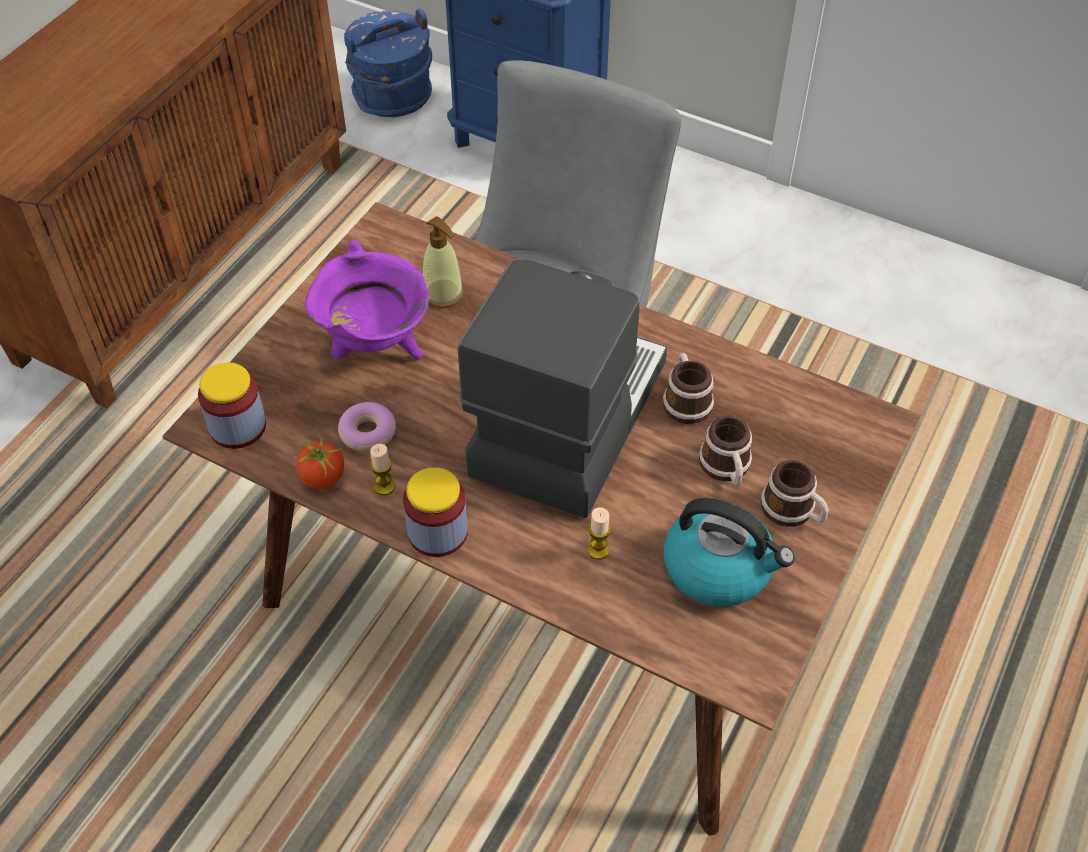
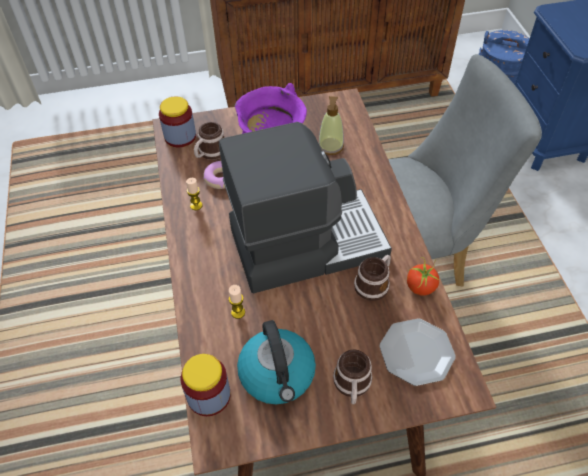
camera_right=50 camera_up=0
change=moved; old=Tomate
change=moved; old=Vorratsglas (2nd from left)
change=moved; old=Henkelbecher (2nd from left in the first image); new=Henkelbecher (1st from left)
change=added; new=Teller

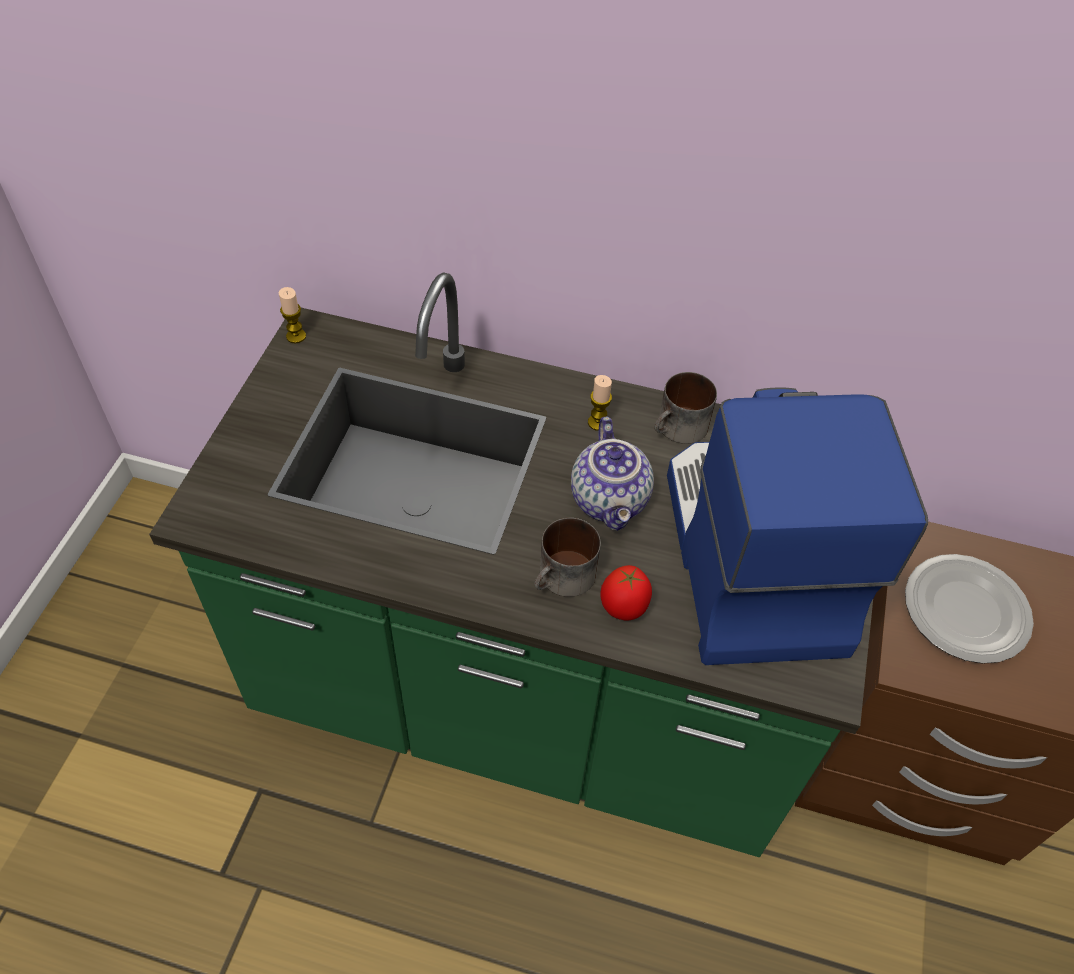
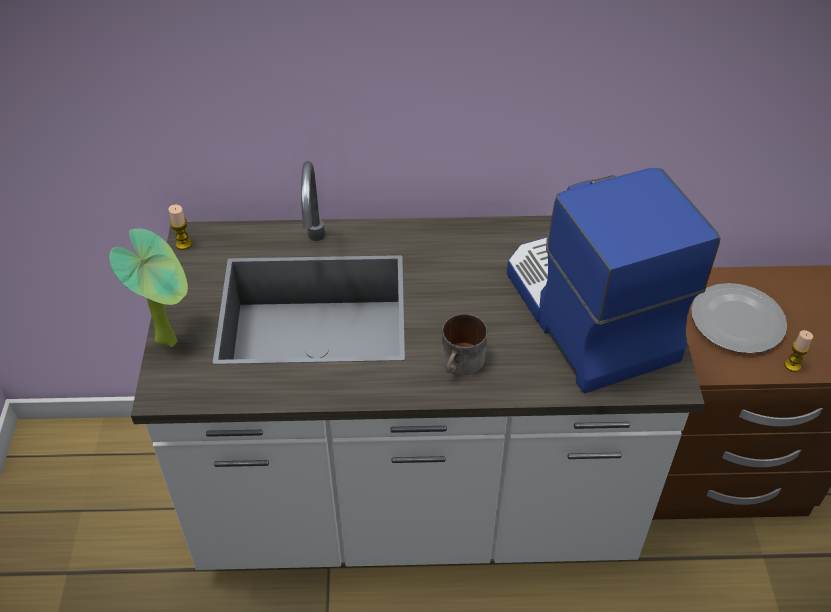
camera_right=-15 camera_up=-5
change=recoloured; old=Küchenzeile [grün]; new=Küchenzeile [weiß]
change=removed; old=Teekanne
change=moved; old=Kerze (2nd from left)
change=removed; old=Tomate
change=removed; old=Henkelbecher (2nd from left)
change=added; new=Topfpflanze

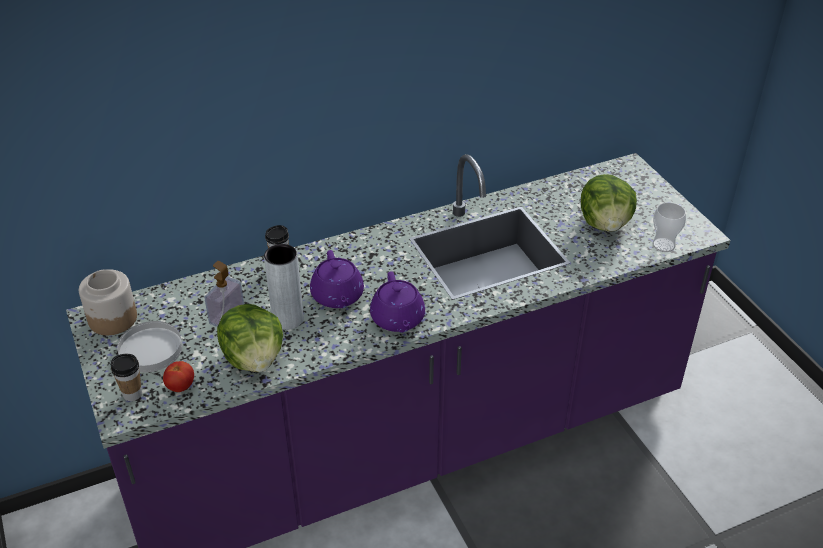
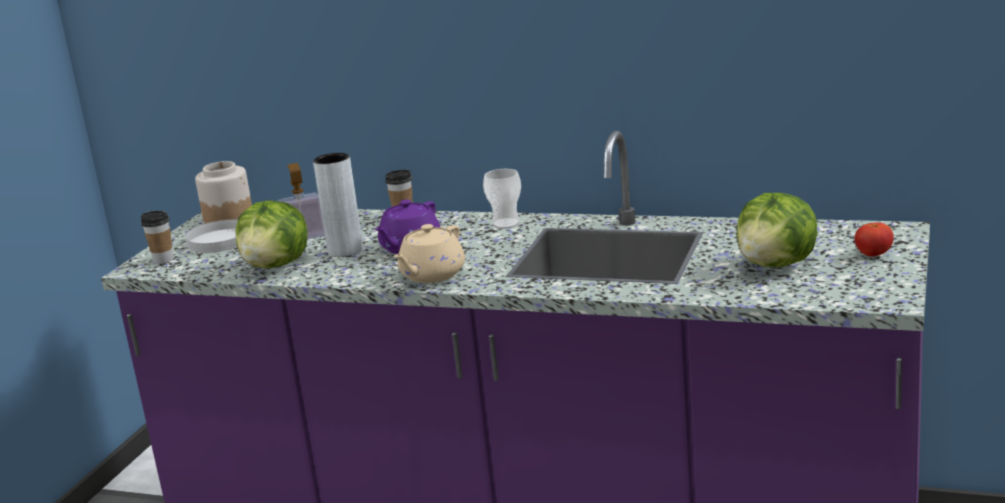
camera_right=45 camera_up=-20
change=moved; old=Tomate
change=recoloured; old=Teekanne [lila] (2nd from left); new=Teekanne [beige]
change=moved; old=Tasse (3rd from left)

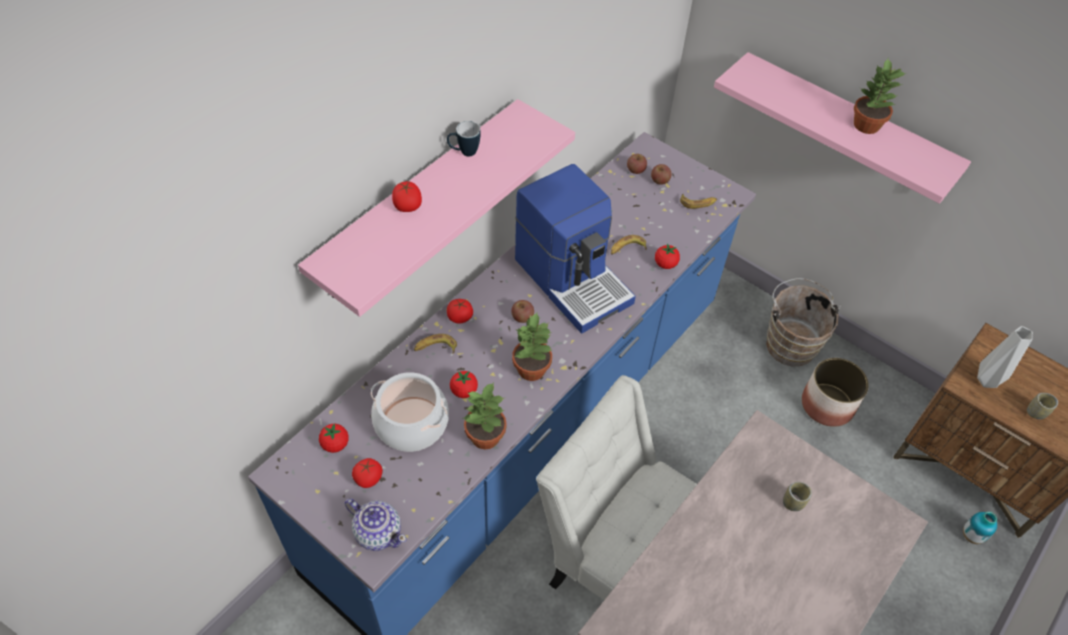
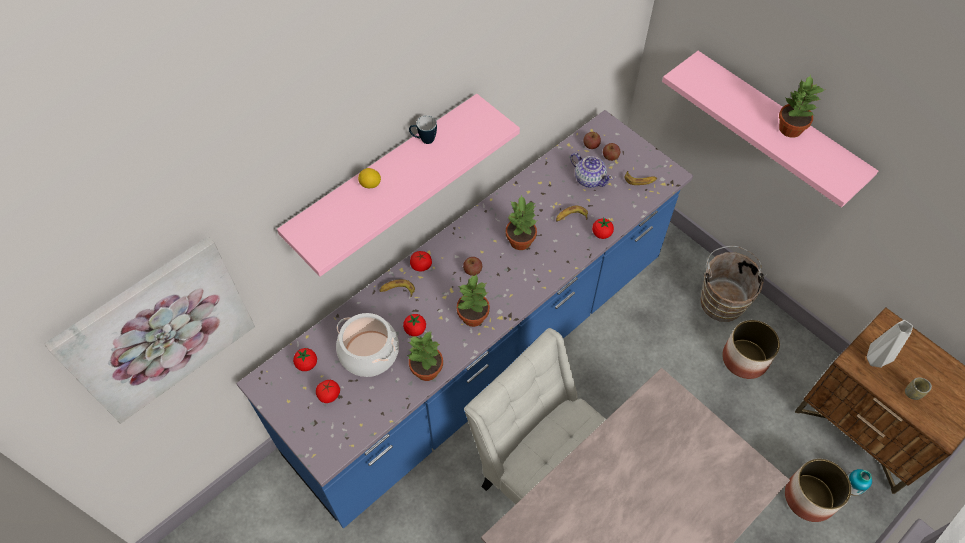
camera_right=10 camera_up=5
change=moved; old=Teekanne
change=replaced; old=Tomate (3rd from left); new=Zitrone
change=replaced; old=Kaffeemaschine; new=Topfpflanze (3rd from left)
change=removed; old=Tasse (1st from left)
change=added; new=Bild
change=added; new=Pflanzkübel (2nd from left)

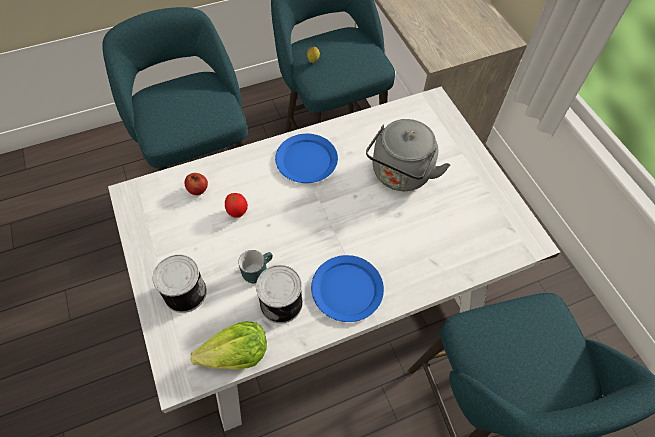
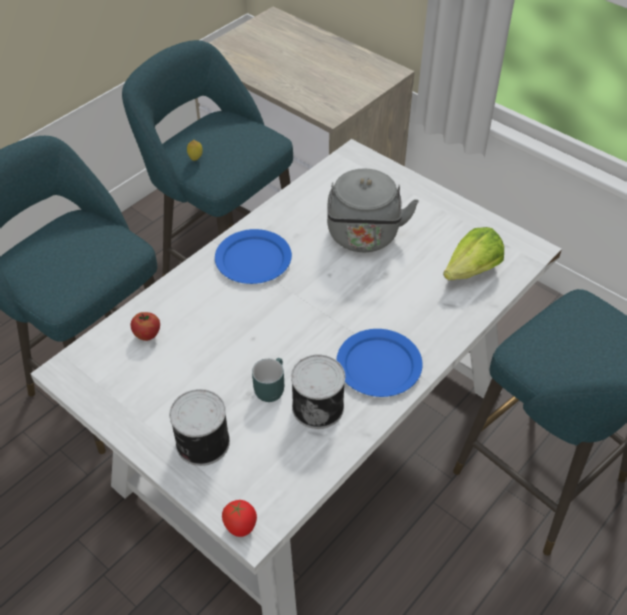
camera_right=-25 camera_up=-10
change=moved; old=Salatkopf
change=moved; old=Tomate

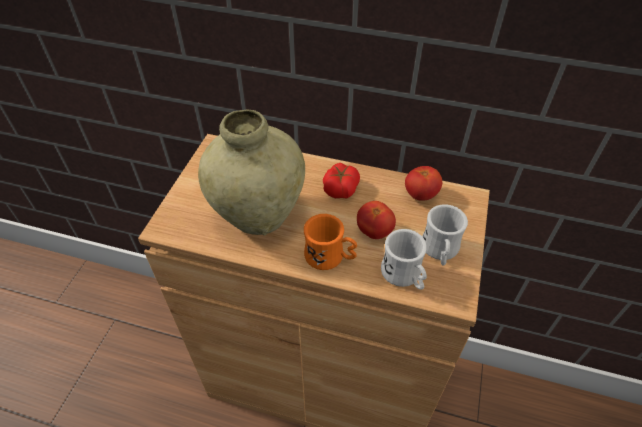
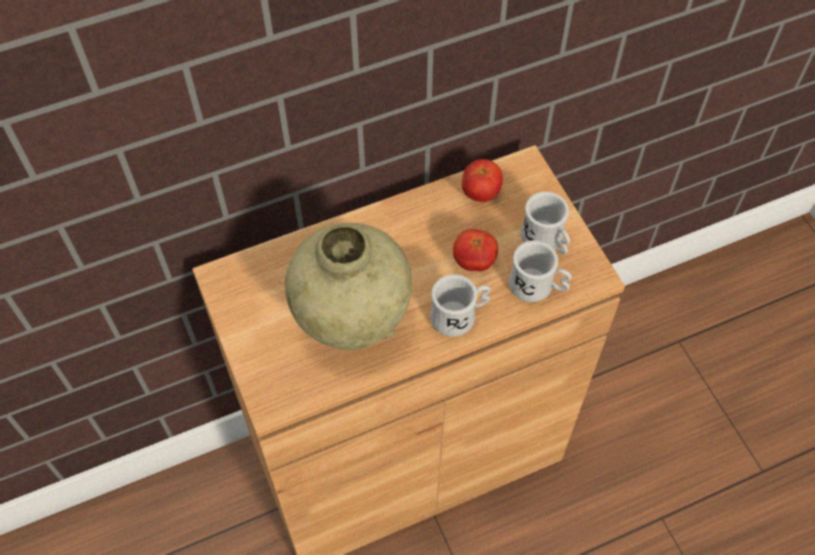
camera_right=-40 camera_up=10
change=recoloured; old=Henkelbecher [orange]; new=Henkelbecher [weiß] (1st from left)
change=removed; old=Tomate (1st from left)

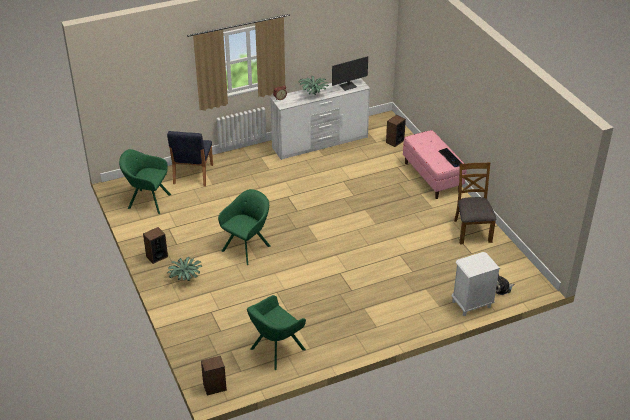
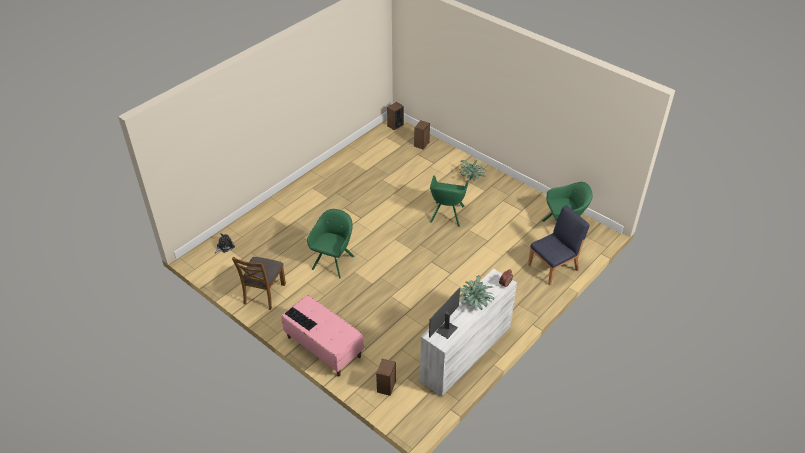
camera_right=155 camera_up=5
change=moved; old=Lautsprecher (1st from left in the first image); new=Lautsprecher (3rd from left)
change=turned; old=Stuhl [blau]; degrees=75
change=moved; old=Sessel [grün] (3rd from left in the first image); new=Sessel [grün] (1st from left)
change=removed; old=Nachttisch [weiß]
change=turned; old=Stuhl [braun]; degrees=45

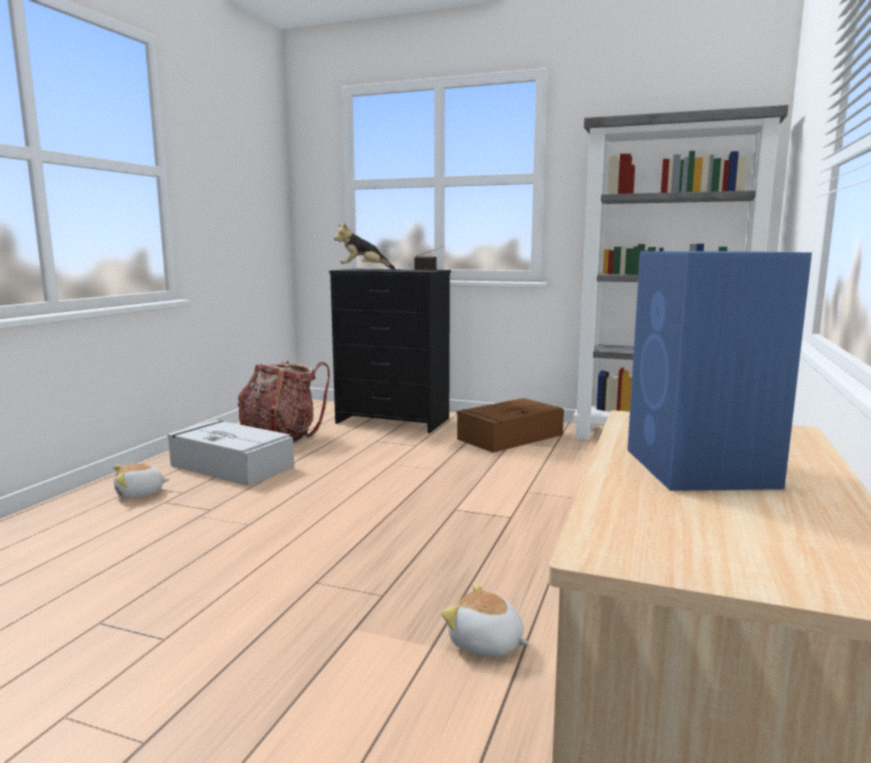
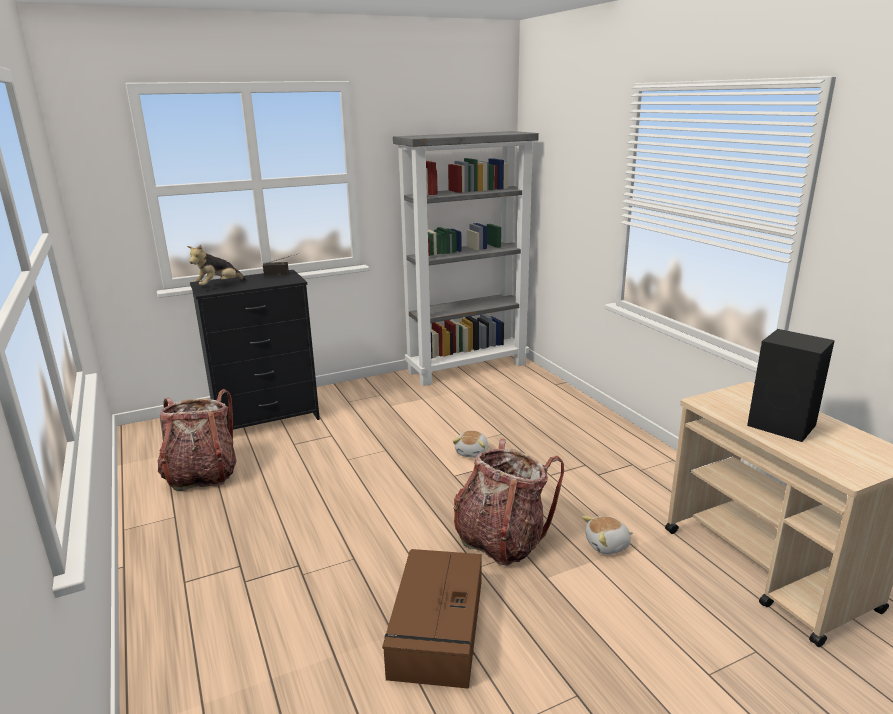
camera_right=-45 camera_up=10
change=moved; old=Plüschtier (1st from left in the first image); new=Plüschtier (2nd from left)
change=removed; old=Aufbewahrungsbox [grau]
change=moved; old=Aufbewahrungsbox [braun]
change=recoloured; old=Lautsprecher [blau]; new=Lautsprecher [schwarz]
change=added; new=Rucksack (2nd from left)

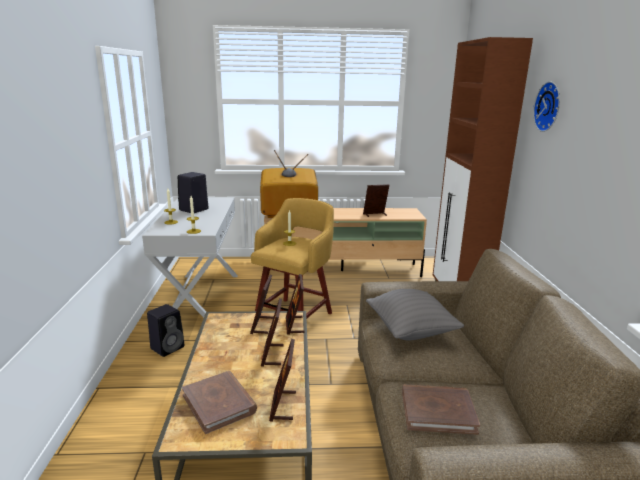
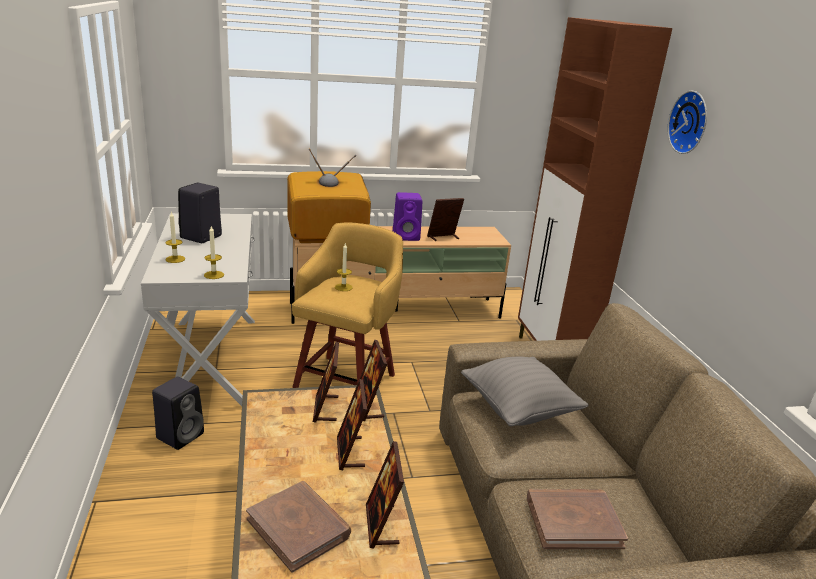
camera_right=-10 camera_up=5
change=added; new=Lautsprecher [lila]

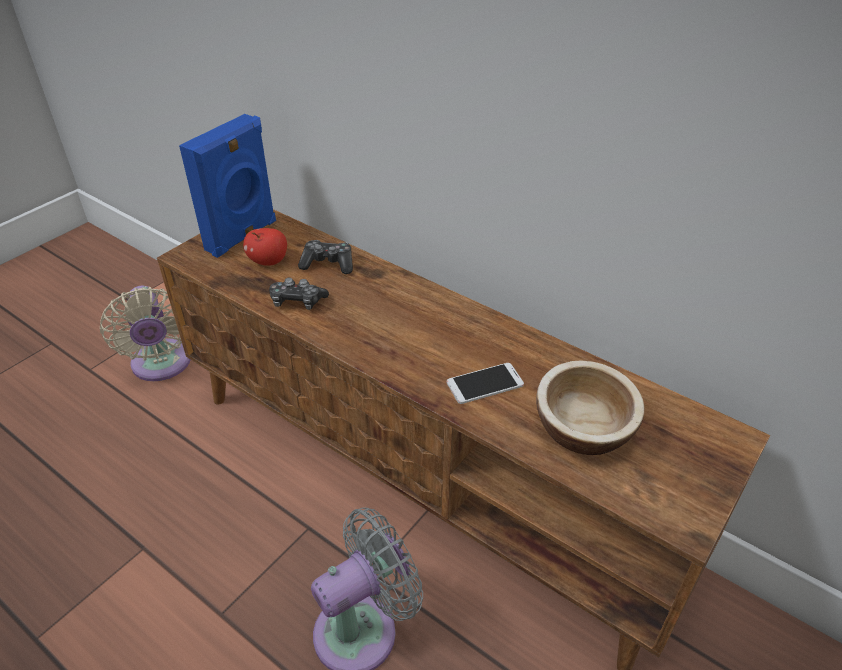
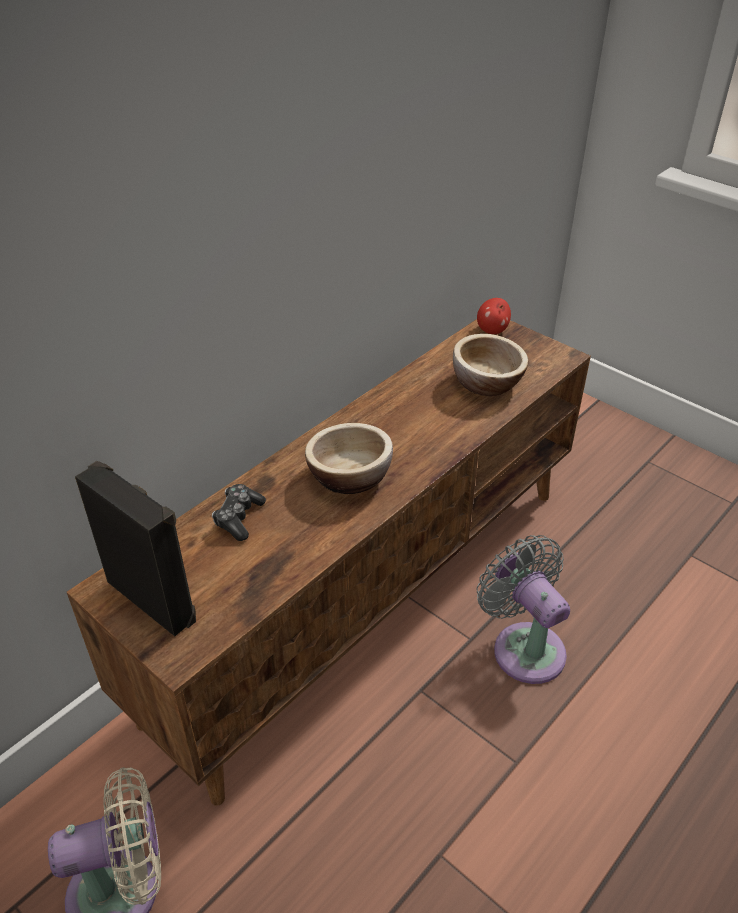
camera_right=-85 camera_up=0
change=recoloured; old=Lautsprecher [blau]; new=Lautsprecher [schwarz]
change=moved; old=Apfel
change=removed; old=Gamepad (1st from left)
change=removed; old=Handy
change=added; new=Schüssel (1st from left)

